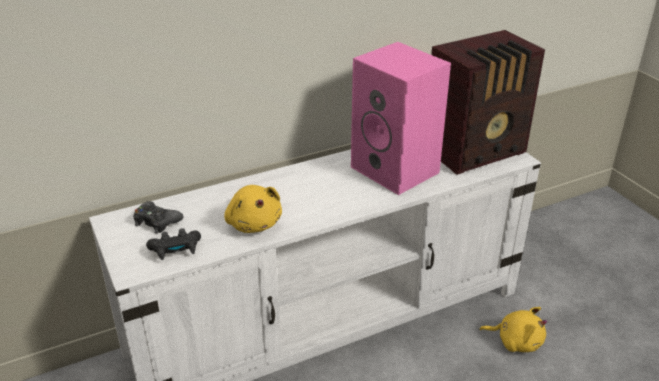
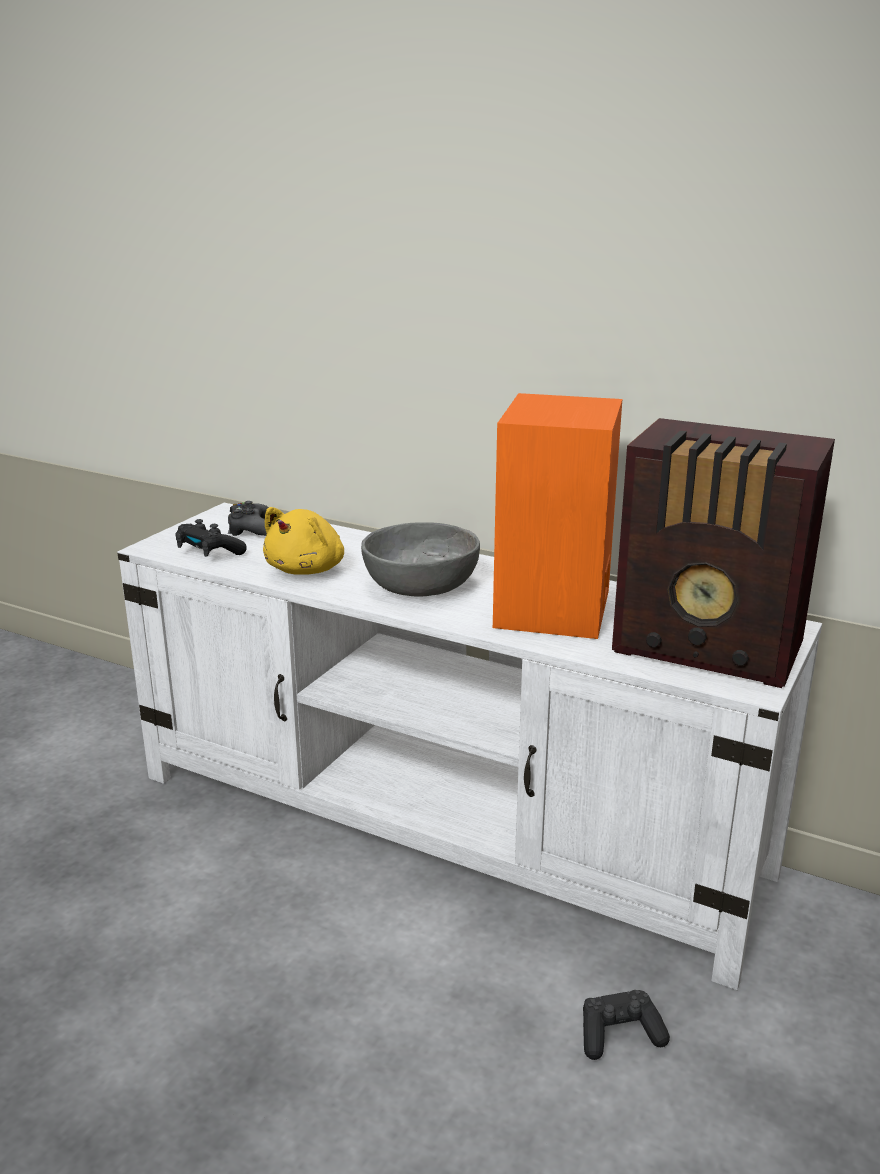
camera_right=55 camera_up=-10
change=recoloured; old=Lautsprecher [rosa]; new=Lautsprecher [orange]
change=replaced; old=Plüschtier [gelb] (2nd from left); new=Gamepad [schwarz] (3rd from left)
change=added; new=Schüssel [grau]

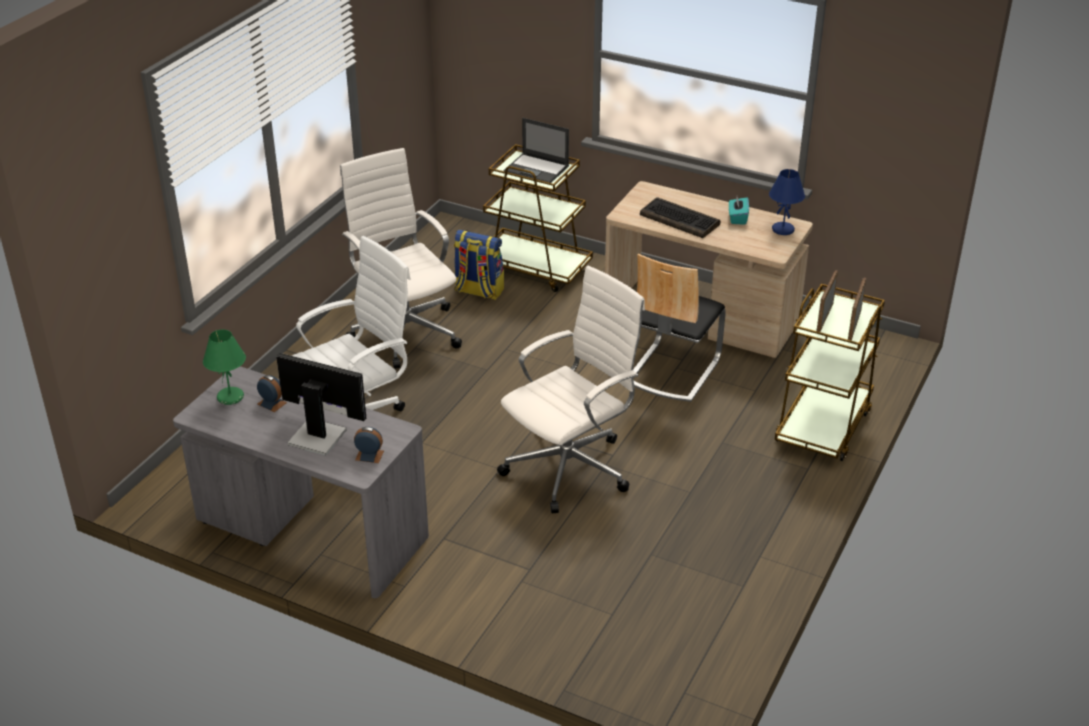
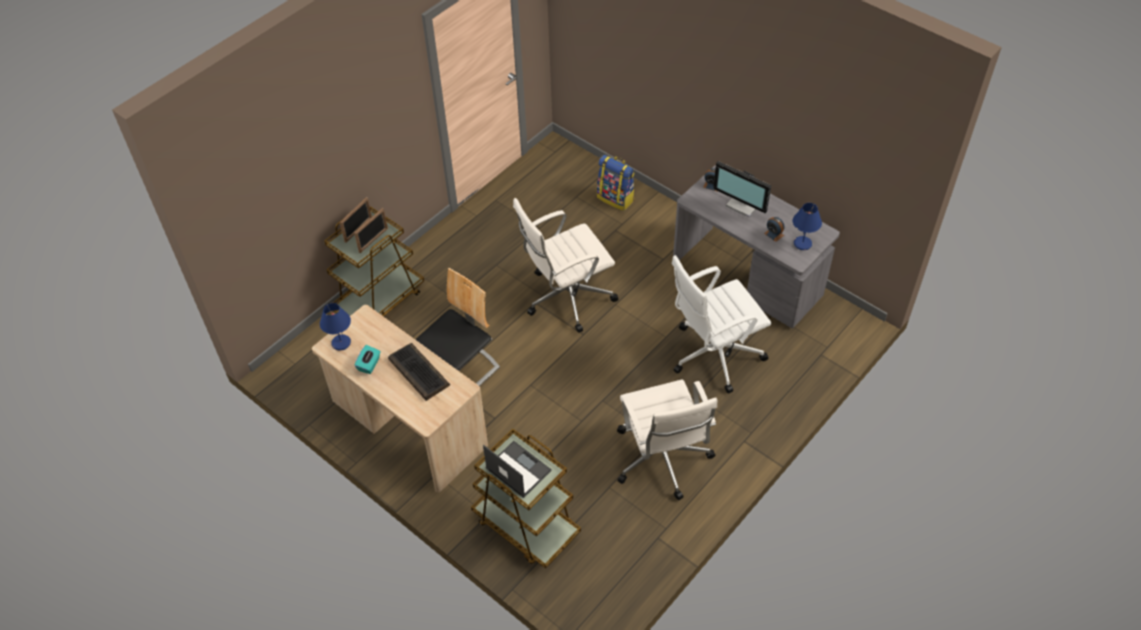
camera_right=-165 camera_up=15
change=recoloured; old=Tischlampe [grün]; new=Tischlampe [blau] (2nd from left)
change=moved; old=Rucksack

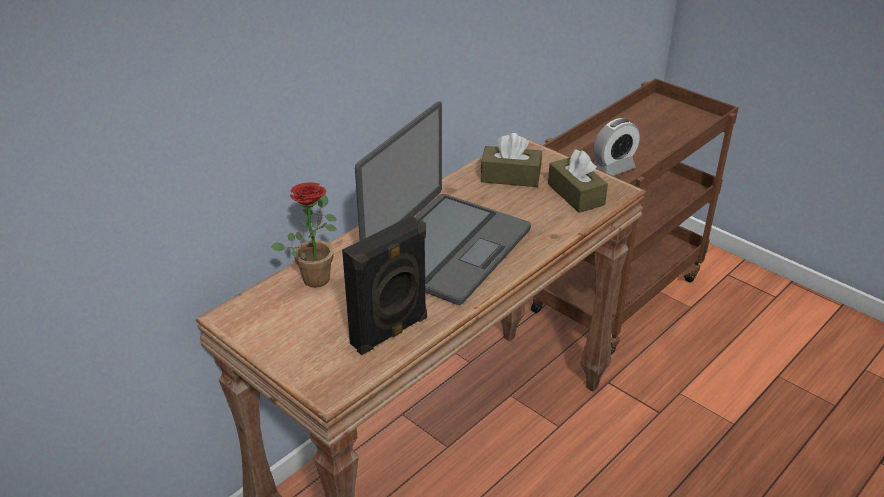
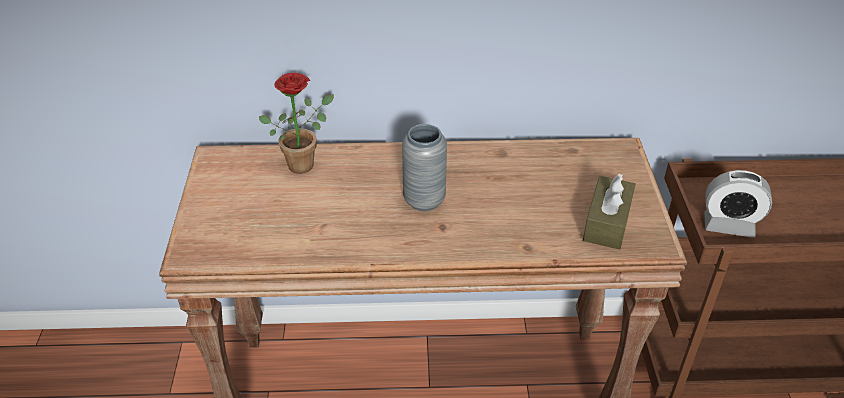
camera_right=45 camera_up=5
change=removed; old=Lautsprecher [schwarz]
change=replaced; old=Laptop; new=Vase [grau]
change=removed; old=Taschentuchbox [braun] (1st from left)

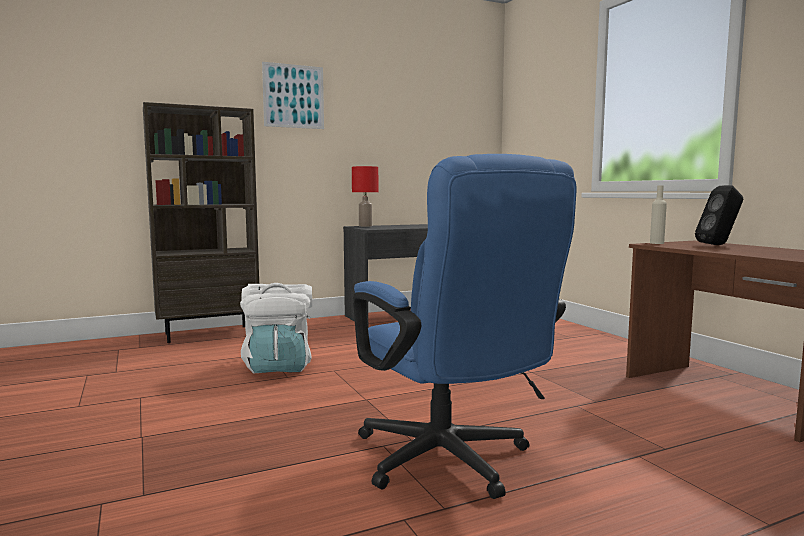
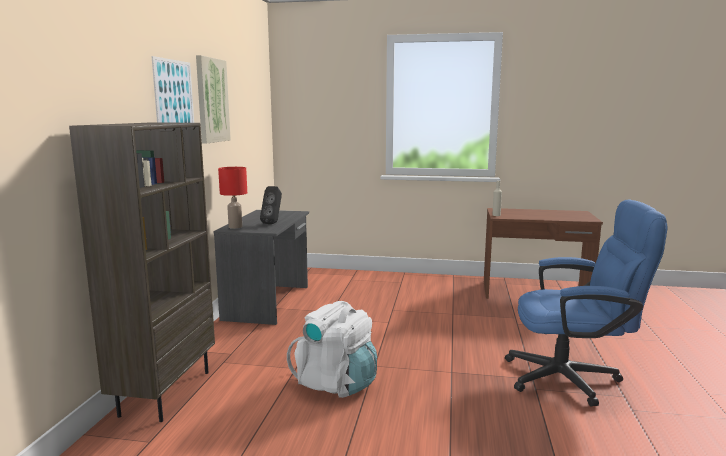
camera_right=-55 camera_up=5
change=moved; old=Lautsprecher [schwarz]
change=added; new=Bild (2nd from left)

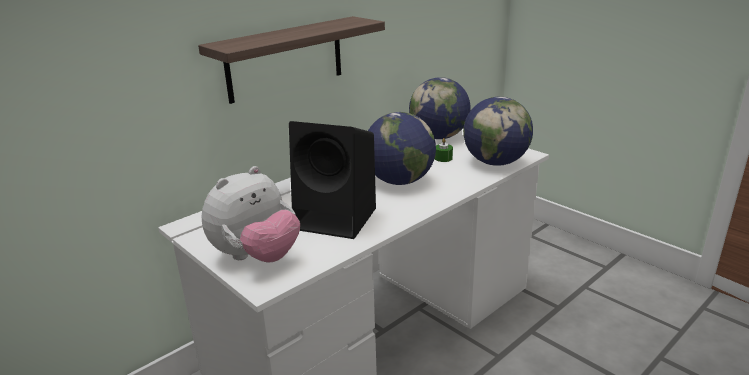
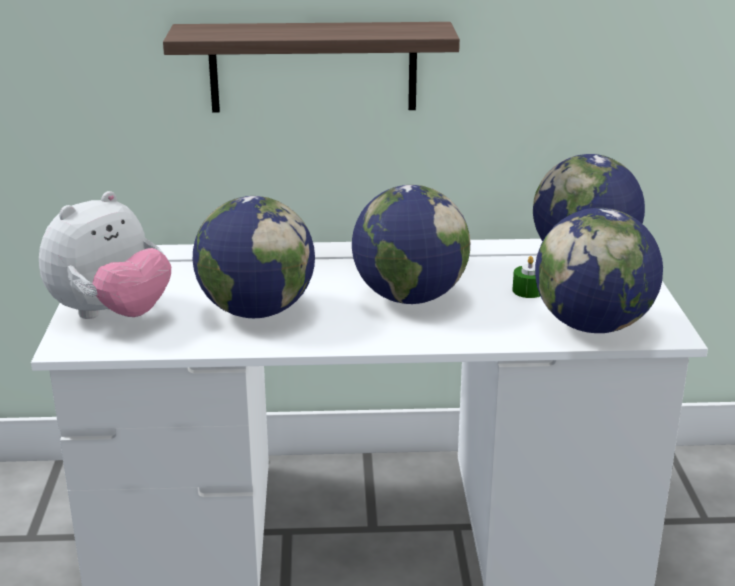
camera_right=40 camera_up=0
change=turned; old=Plüschtier; degrees=-45
change=replaced; old=Lautsprecher [schwarz]; new=Globus (1st from left)

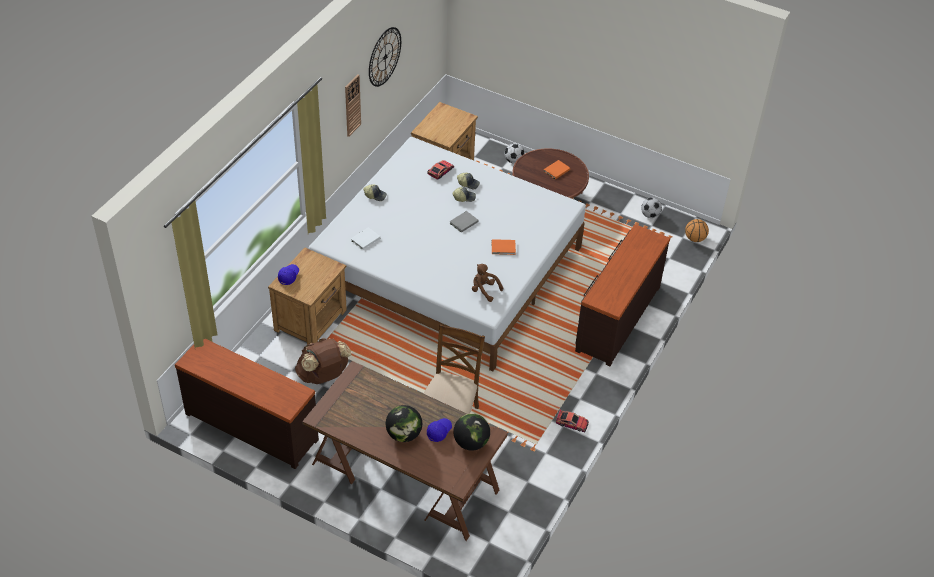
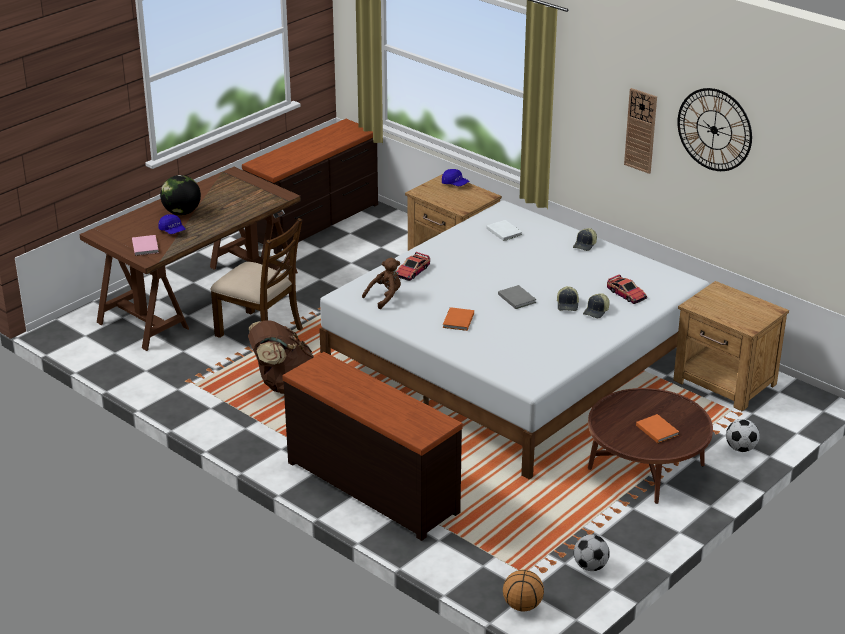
camera_right=105 camera_up=-15
change=moved; old=Rucksack [braun]
change=replaced; old=Globus (2nd from left); new=Buch [rosa]
change=moved; old=Spielzeugauto (2nd from left in the first image); new=Spielzeugauto (1st from left)

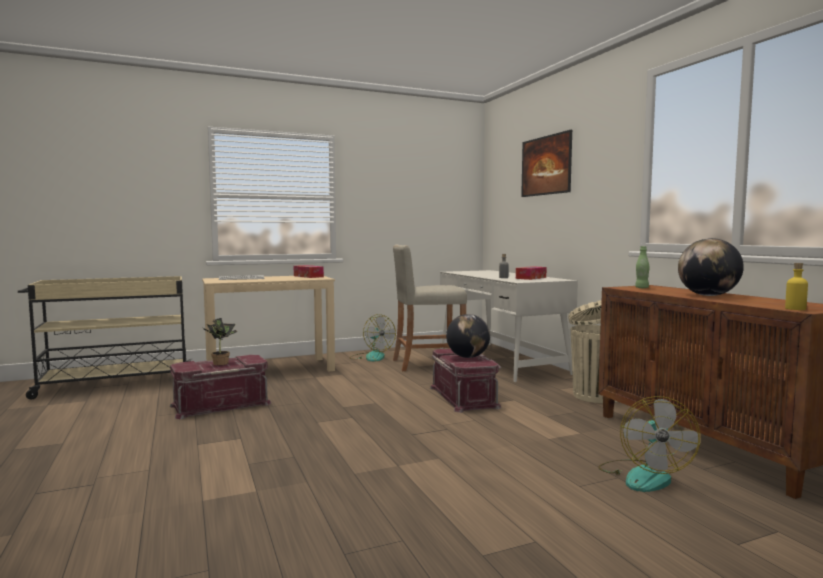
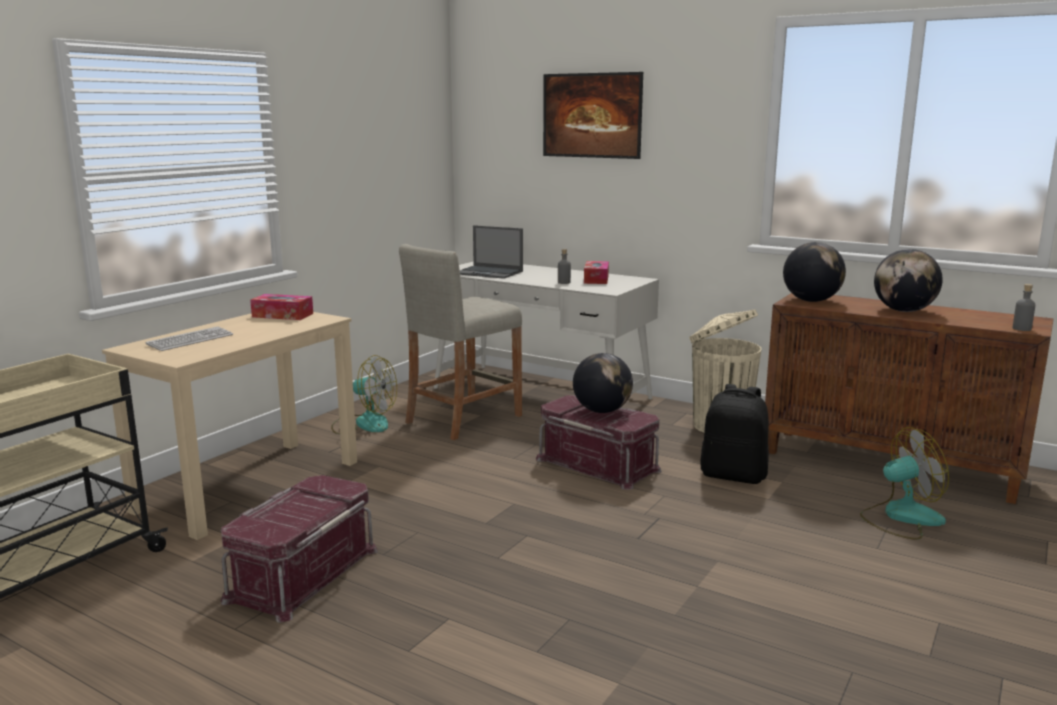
camera_right=-35 camera_up=10
change=removed; old=Topfpflanze
change=turned; old=Ventilator (2nd from left); degrees=-75
change=replaced; old=Flasche [grün]; new=Globus (2nd from left)
change=recoloured; old=Flasche [gelb]; new=Flasche [grau] (2nd from left)
change=added; new=Laptop
change=added; new=Rucksack [schwarz]

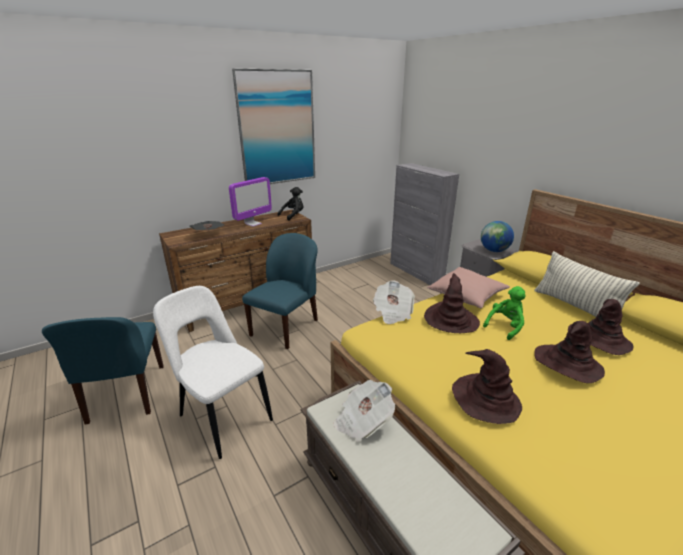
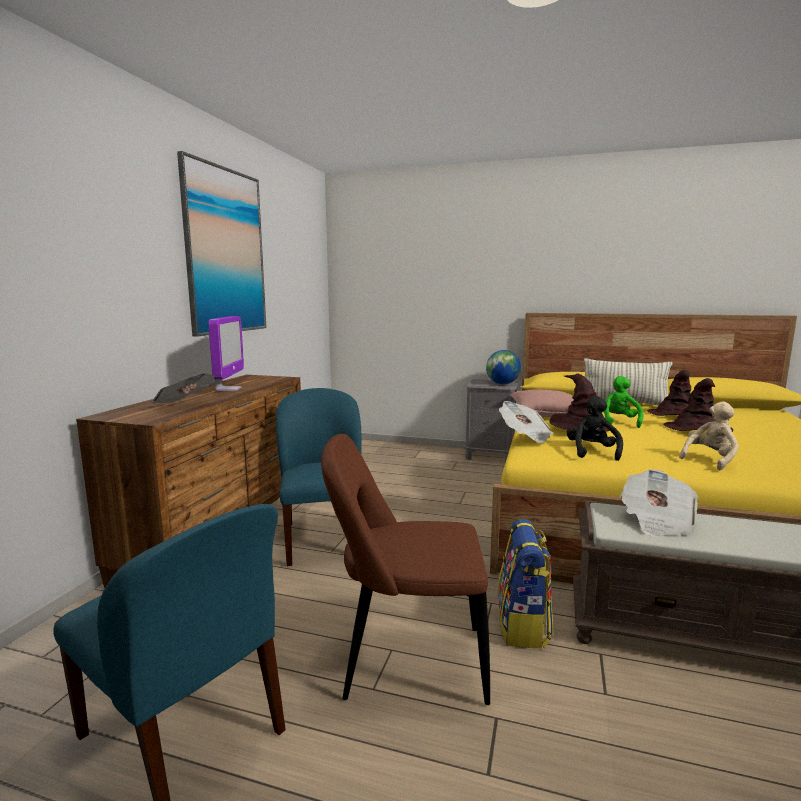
camera_right=-40 camera_up=-15
change=recoloured; old=Stuhl [weiß]; new=Stuhl [braun]
change=moved; old=Plüschtier [schwarz]
change=removed; old=Schrank [grau]
change=replaced; old=Hut [braun] (2nd from left); new=Plüschtier [beige]
change=added; new=Rucksack

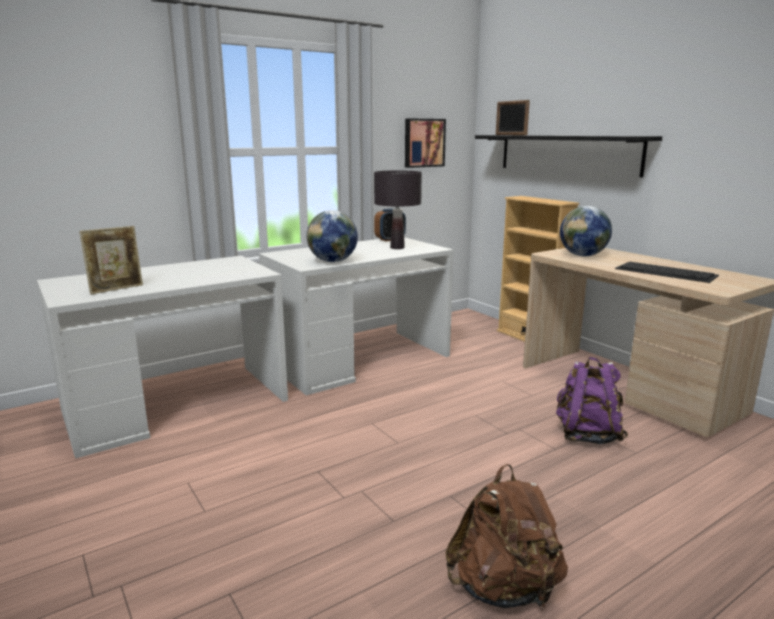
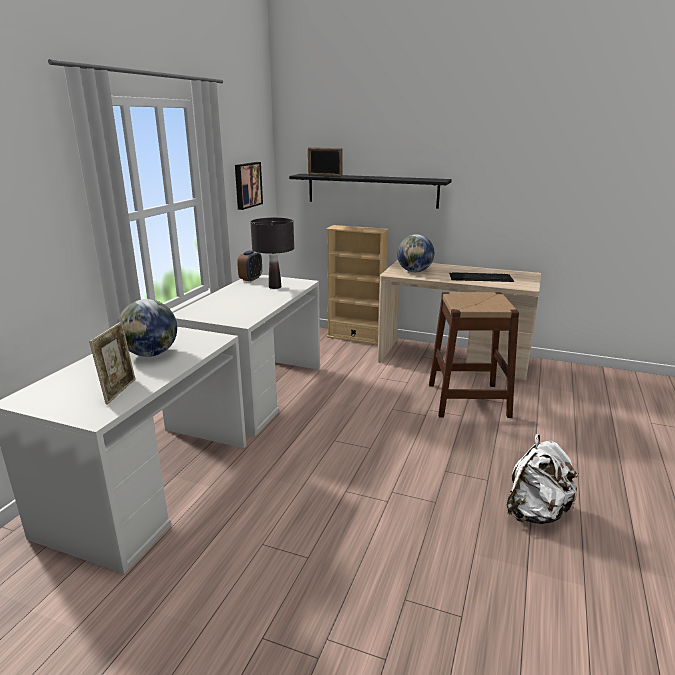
camera_right=-35 camera_up=5
change=moved; old=Globus (1st from left)
change=recoloured; old=Rucksack [braun]; new=Rucksack [weiß]
change=replaced; old=Rucksack [lila]; new=Hocker [braun]

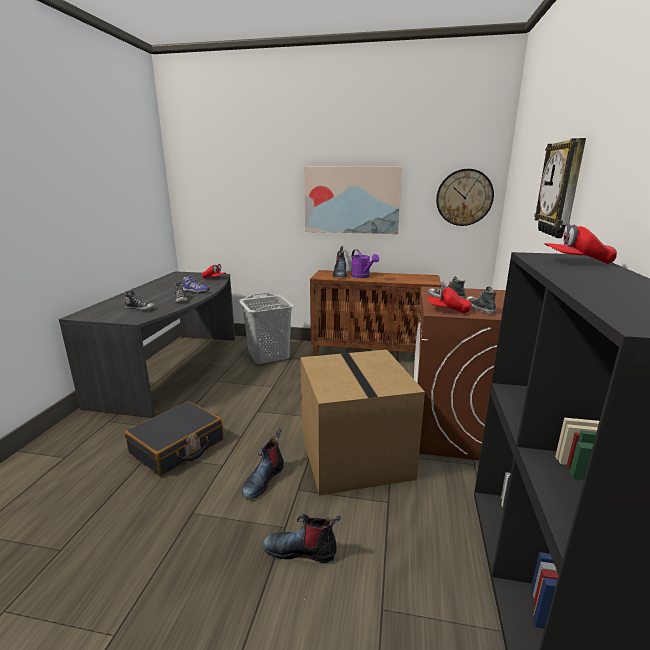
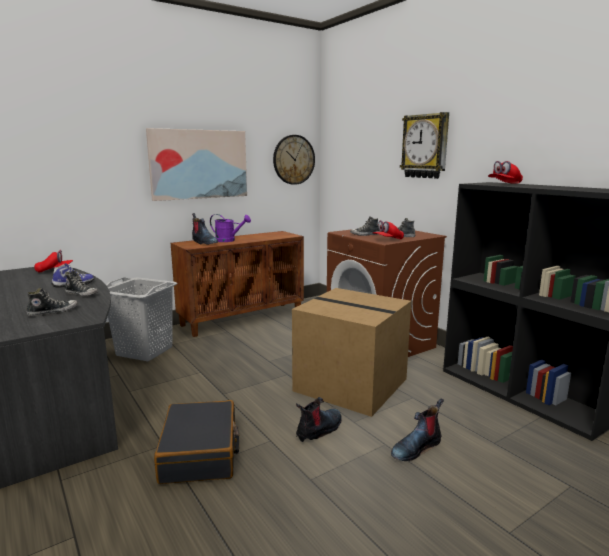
camera_right=-45 camera_up=-5
change=turned; old=Stiefel (1st from left in the first image); degrees=-120

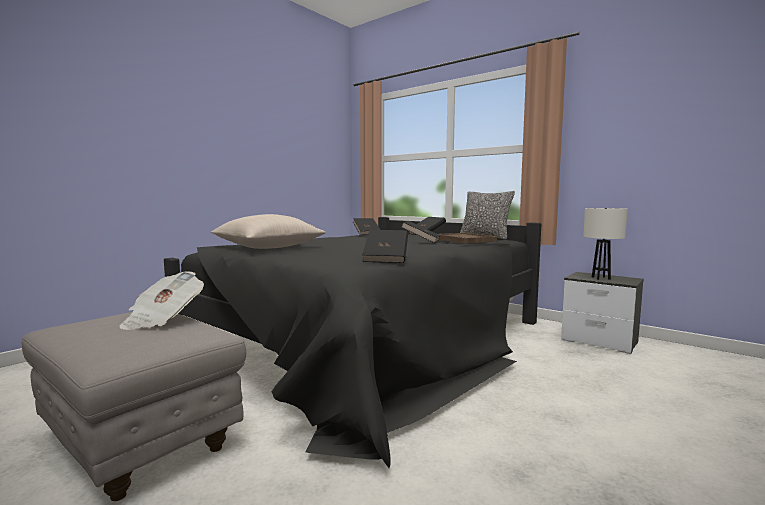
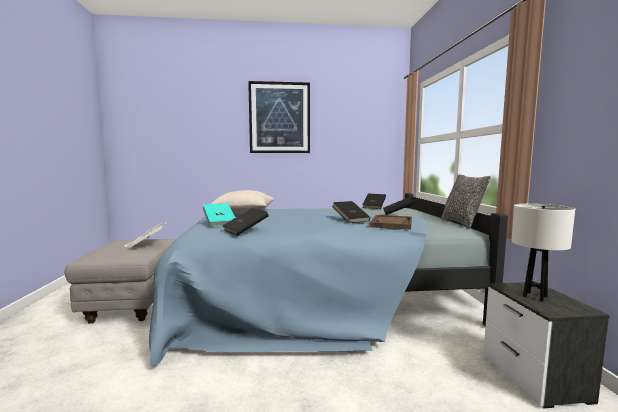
camera_right=45 camera_up=0
change=recoloured; old=Bett [schwarz]; new=Bett [blau]
change=added; new=Buch [türkis]
change=added; new=Bild

